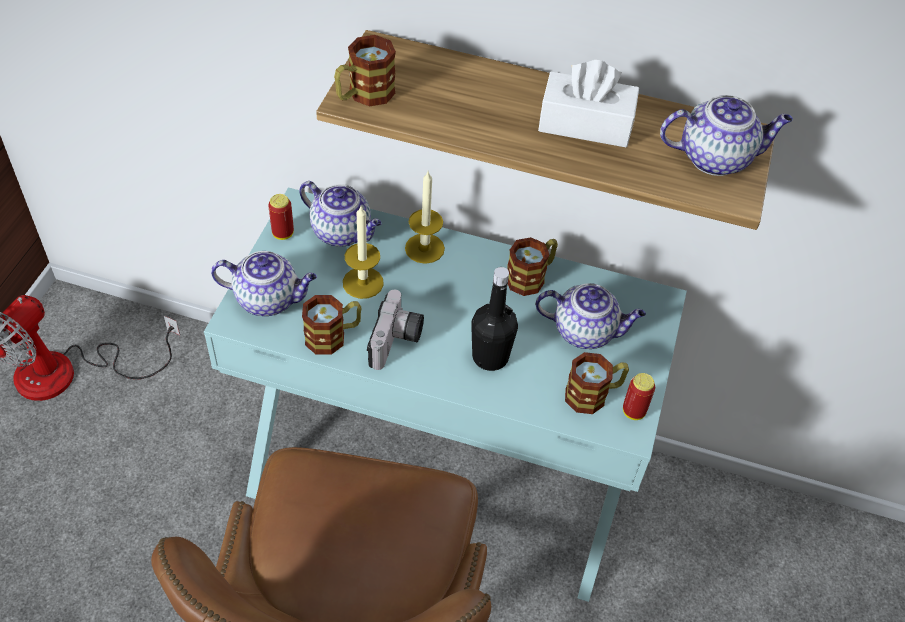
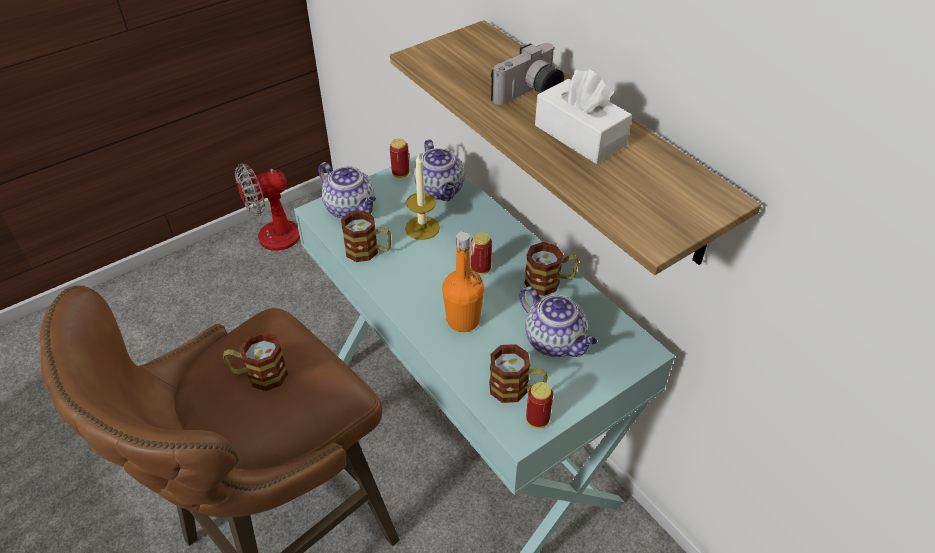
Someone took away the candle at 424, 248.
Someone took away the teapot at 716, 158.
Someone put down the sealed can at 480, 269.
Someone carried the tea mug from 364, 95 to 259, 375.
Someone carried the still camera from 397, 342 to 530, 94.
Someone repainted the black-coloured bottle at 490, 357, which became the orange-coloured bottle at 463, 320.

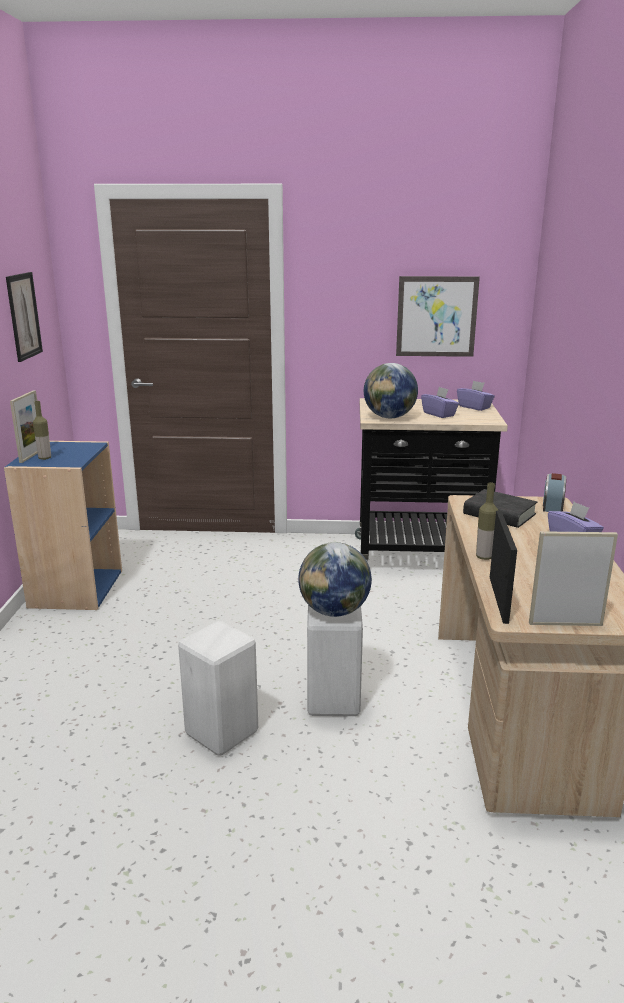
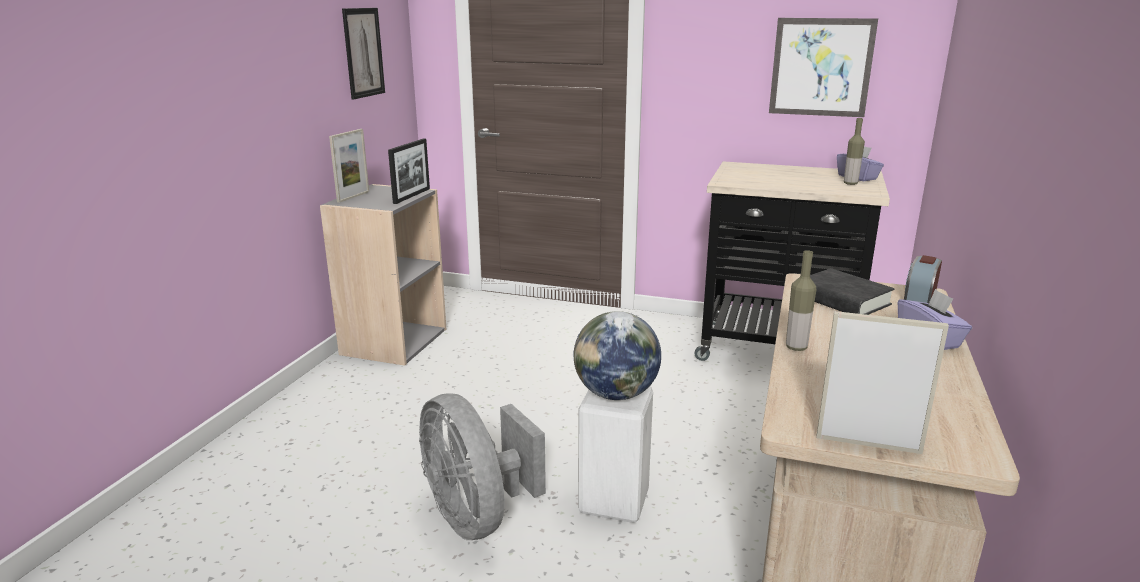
Someone took away the globe at 389, 417.
Someone took away the purplish tissue box at 439, 414.
Someone carried the bottle from 45, 458 to 850, 183.
Someone carried the photo frame from 498, 599 to 412, 196.
Someone swapped the white stool at 224, 733 for the gray fan at 478, 516.
Someone repainted the bluish bookcase at 76, 588, which became the gray bookcase at 394, 341.

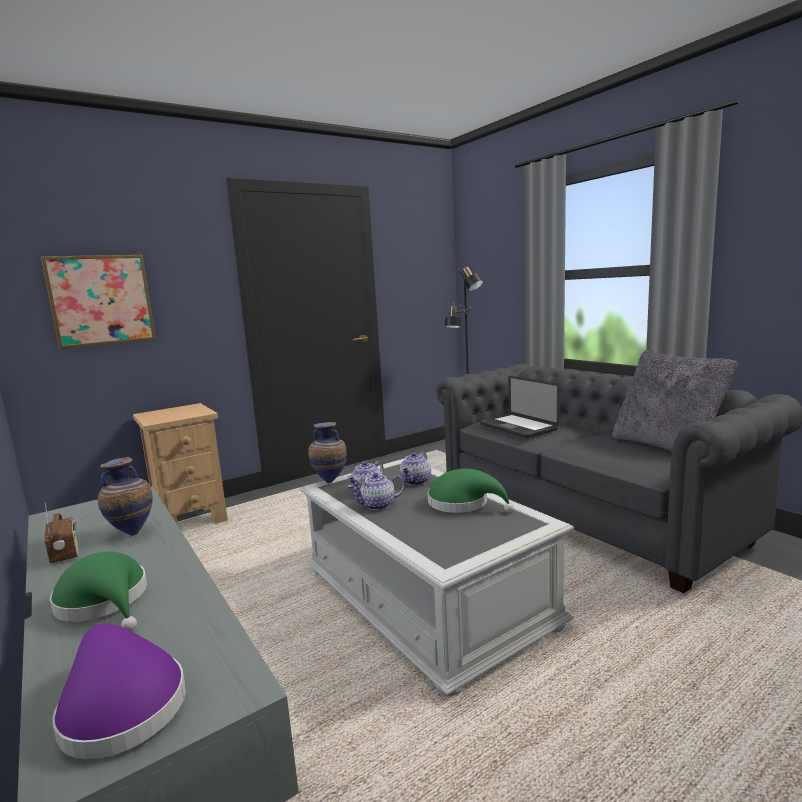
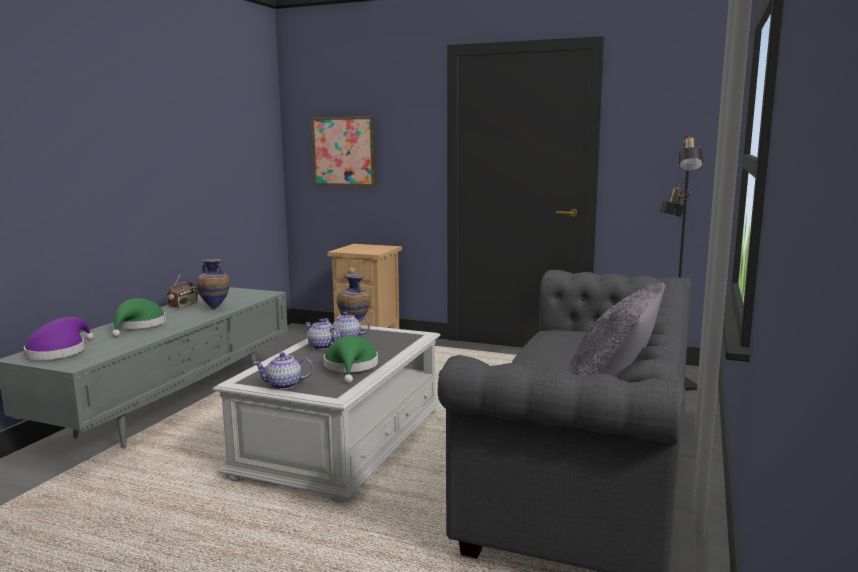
Someone took away the notebook computer at 517, 427.
Someone carried the teapot from 416, 481 to 284, 385.

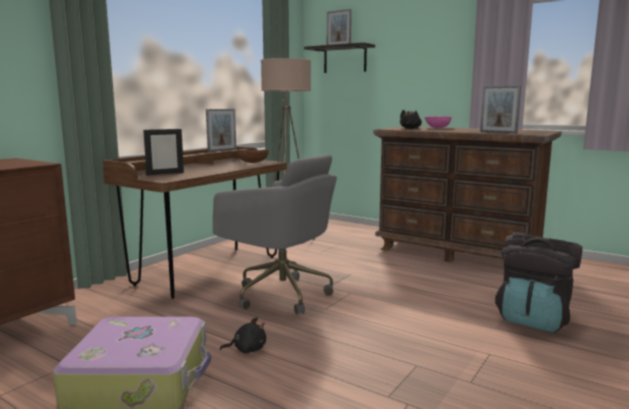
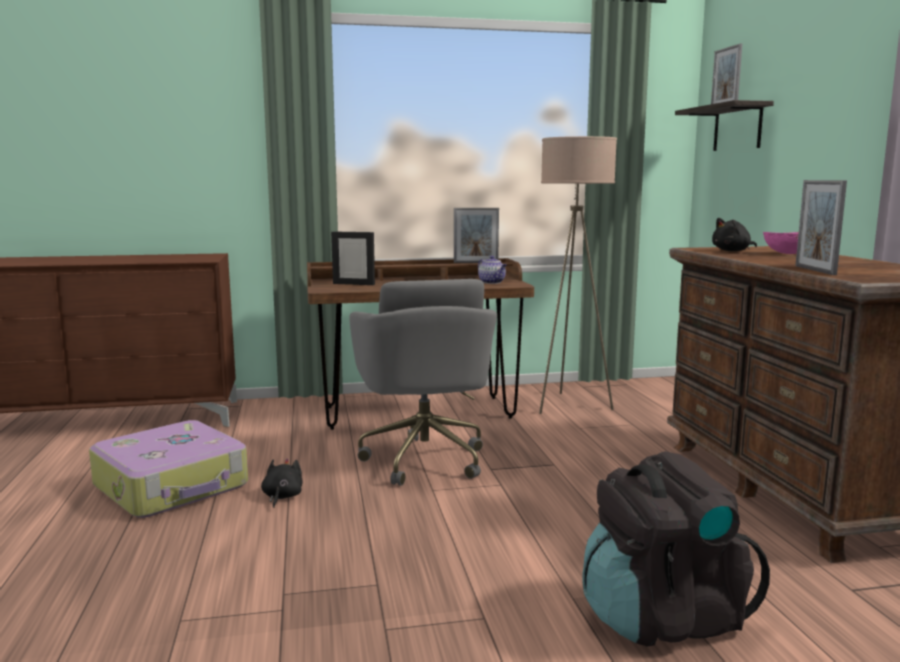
Someone swapped the brown bowl at 252, 162 for the teapot at 492, 282.
Someone rotated the black-coloured soft toy at 247, 349 by 120 degrees counterclockwise.

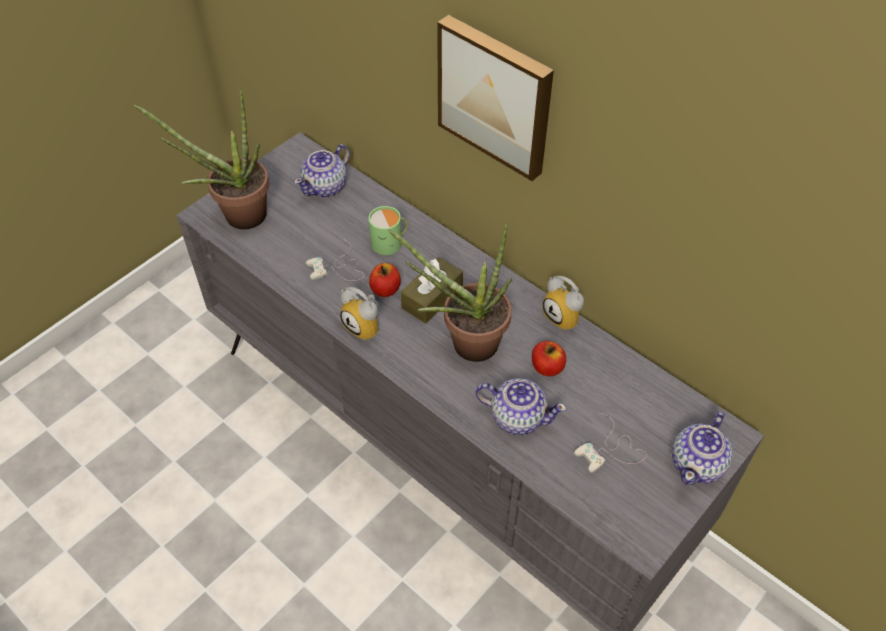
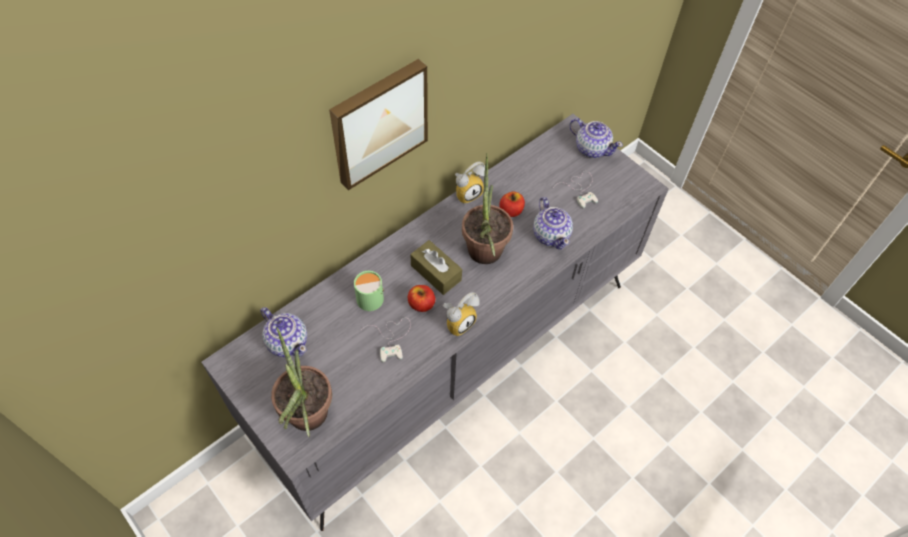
Someone rotated the teapot at 517, 416 by 135 degrees clockwise.

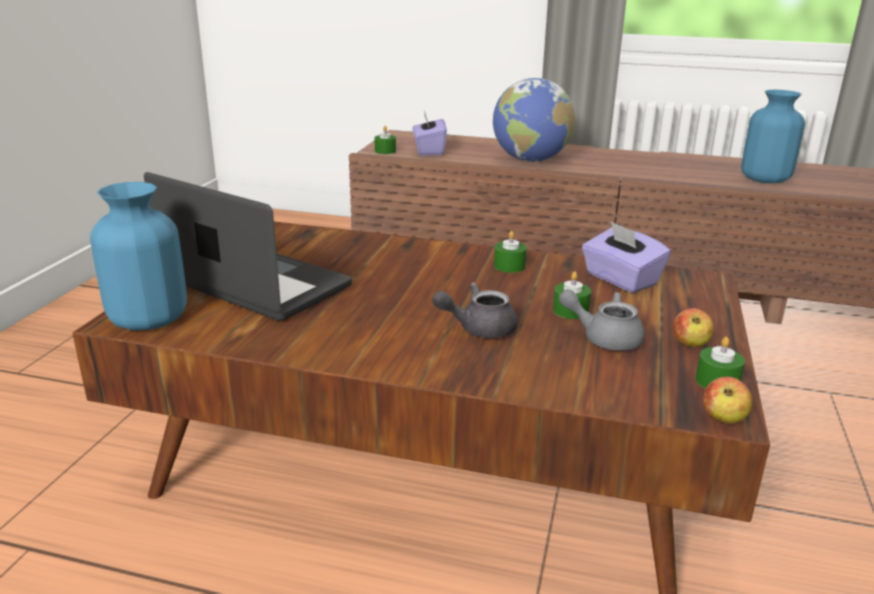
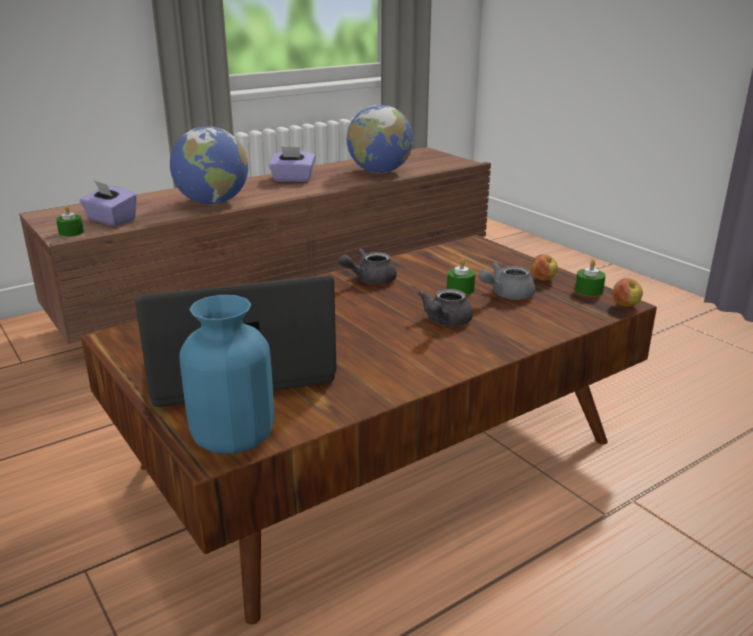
Someone carried the purplish tissue box from 620, 280 to 292, 179.
Someone swapped the green candle at 509, 266 for the gray teapot at 369, 280.
Someone swapped the bluish decorative vase at 765, 179 for the globe at 379, 172.

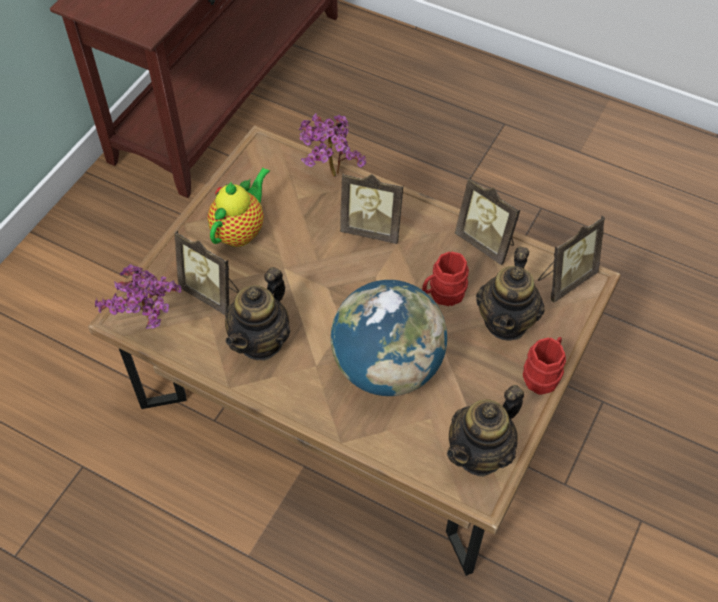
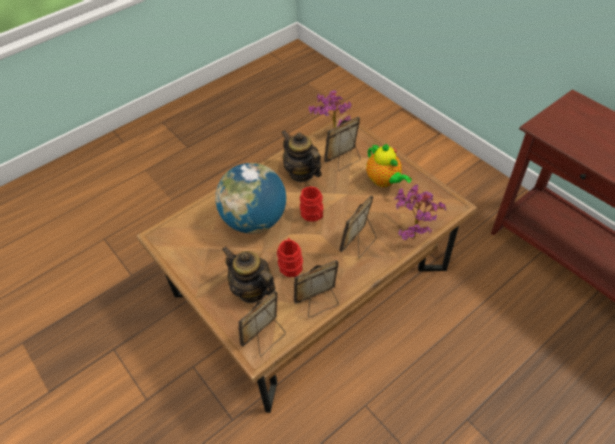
Someone took away the teapot at 480, 453.
Someone carried the red tea mug from 543, 373 to 313, 215.
Someone rotated the photo frame at 564, 279 by 60 degrees clockwise.

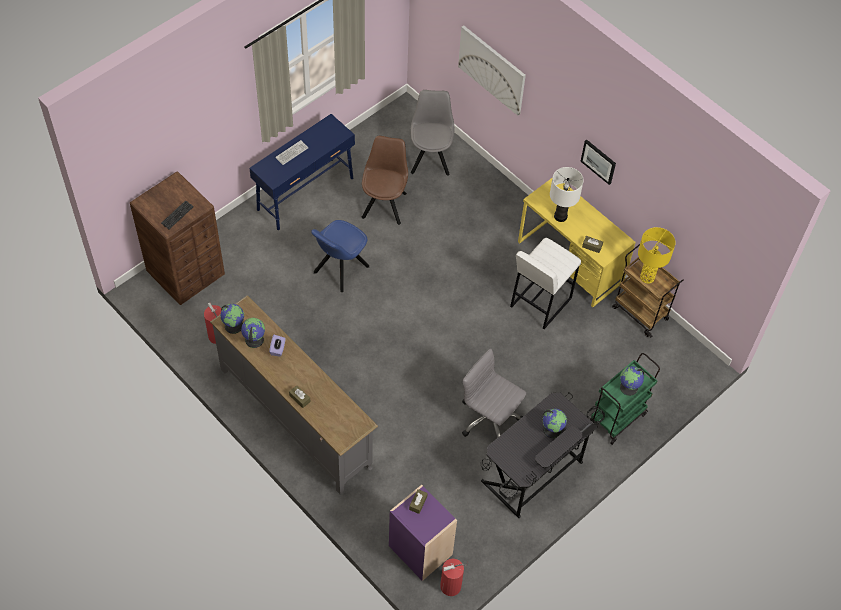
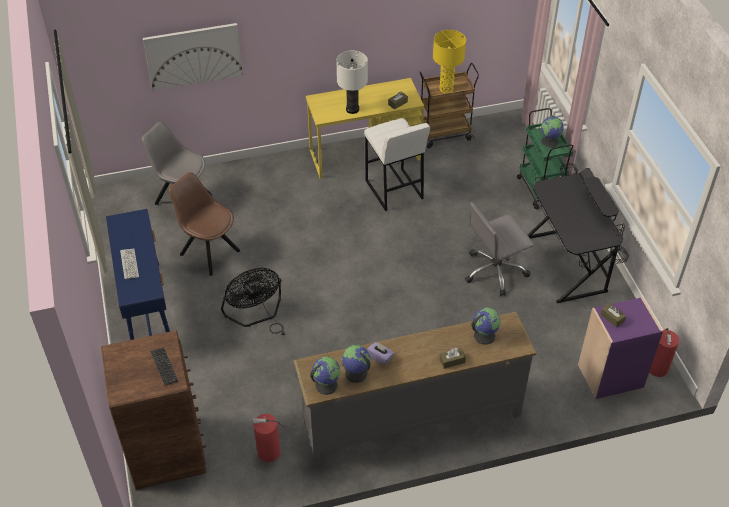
Someone took away the wall picture at 598, 161.
Someone carried the globe from 552, 429 to 484, 335.
Someone swapped the bluish chair at 340, 269 for the black-coloured fan at 259, 315.

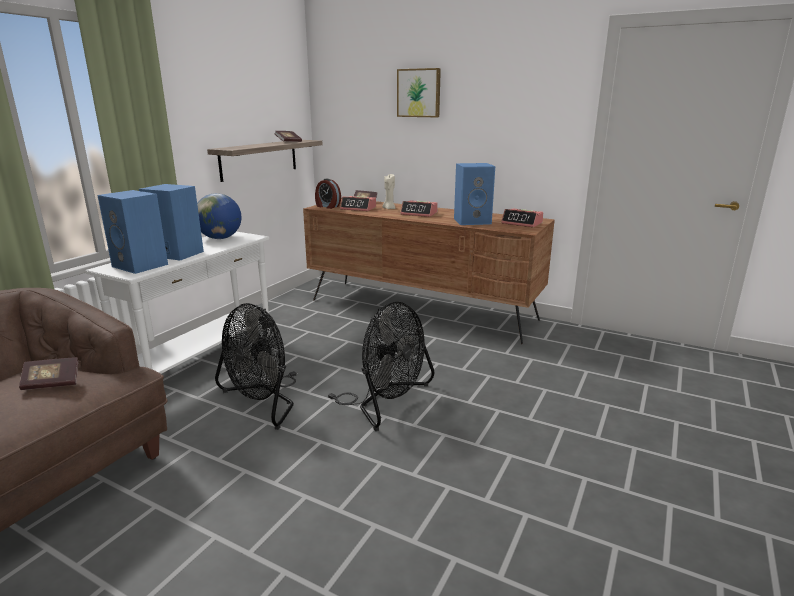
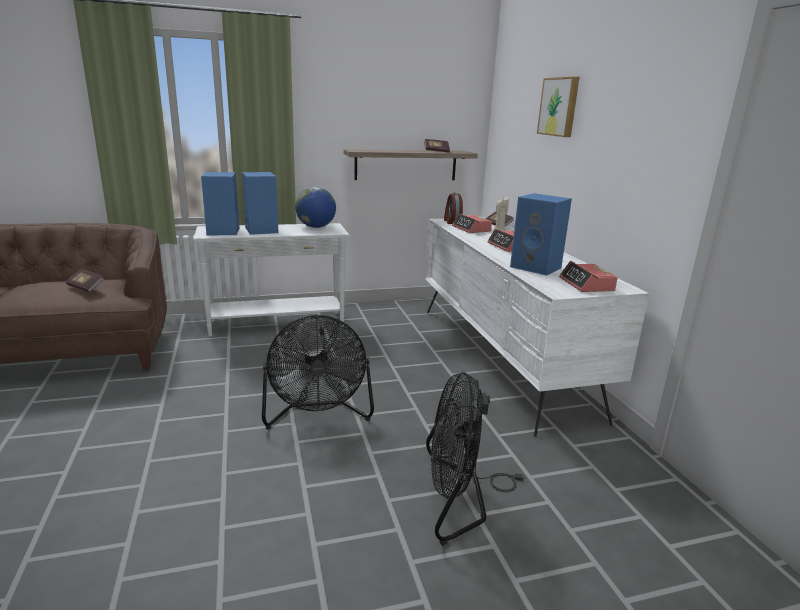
Someone carried the black-coloured fan from 264, 400 to 461, 495.
Someone repainted the brown tv stand at 422, 309, which became the white tv stand at 502, 358.

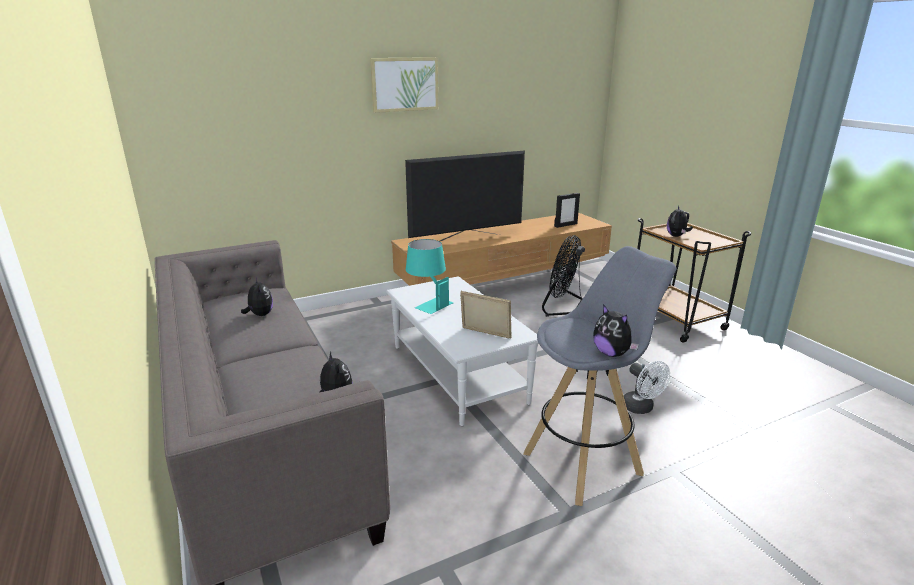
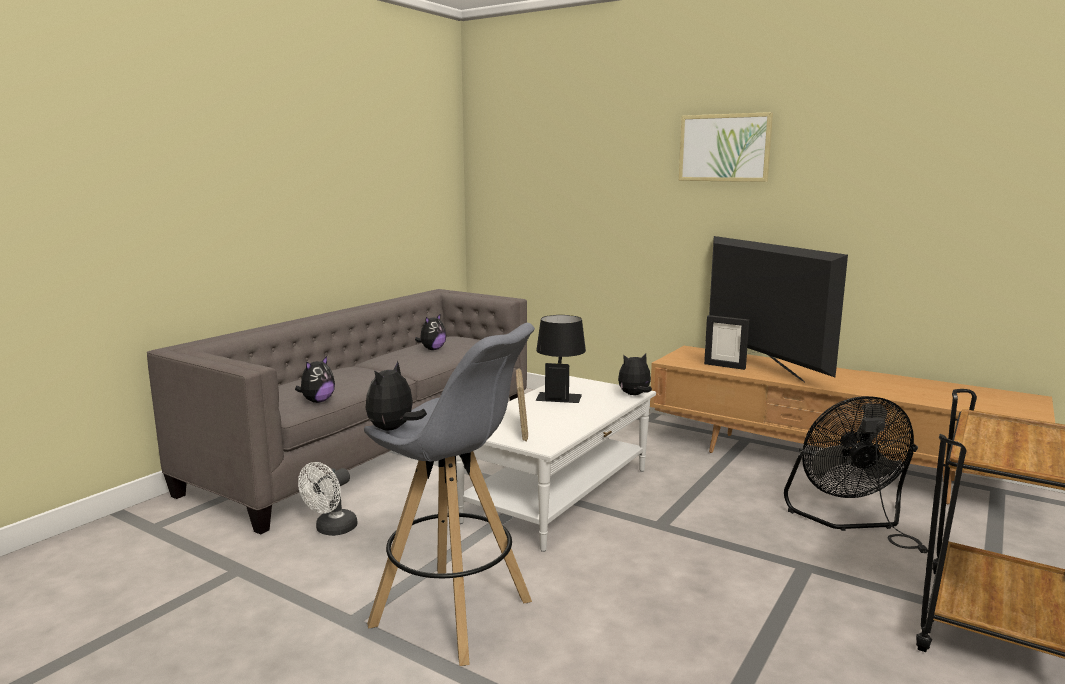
Someone carried the photo frame from 565, 225 to 725, 366.
Someone carried the white fan from 641, 408 to 331, 530.
Someone carried the soft toy from 676, 236 to 634, 395.
Someone repainted the blue-green table lamp at 428, 303, which became the black-coloured table lamp at 559, 394.
Someone rotated the television at 466, 239 by 150 degrees counterclockwise.

